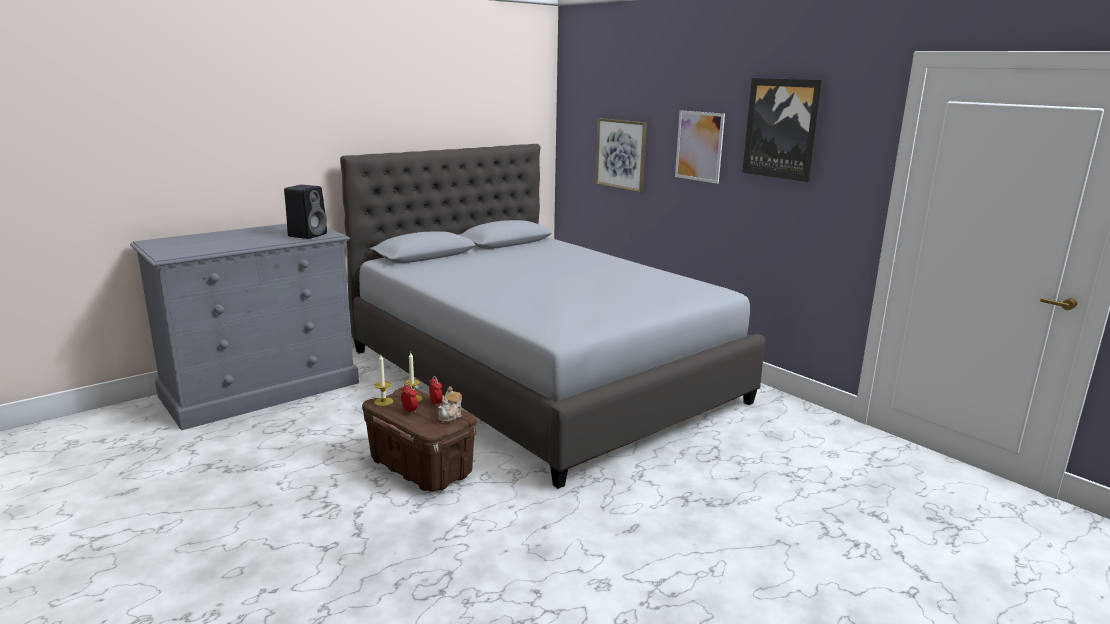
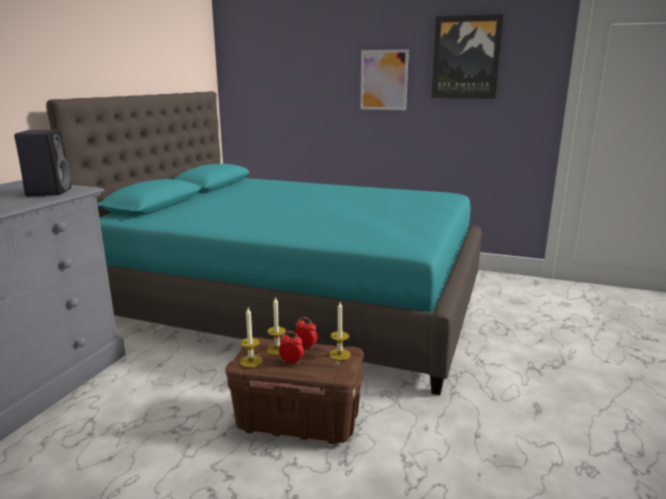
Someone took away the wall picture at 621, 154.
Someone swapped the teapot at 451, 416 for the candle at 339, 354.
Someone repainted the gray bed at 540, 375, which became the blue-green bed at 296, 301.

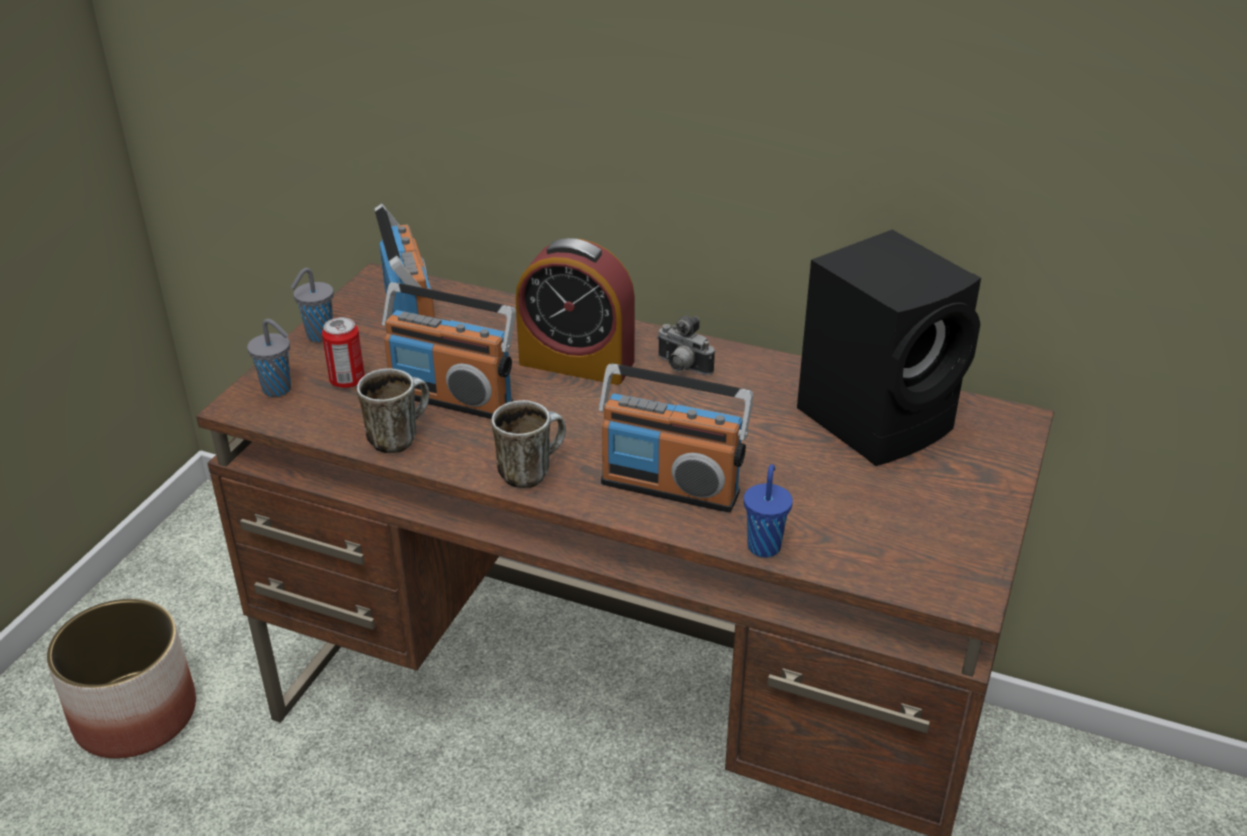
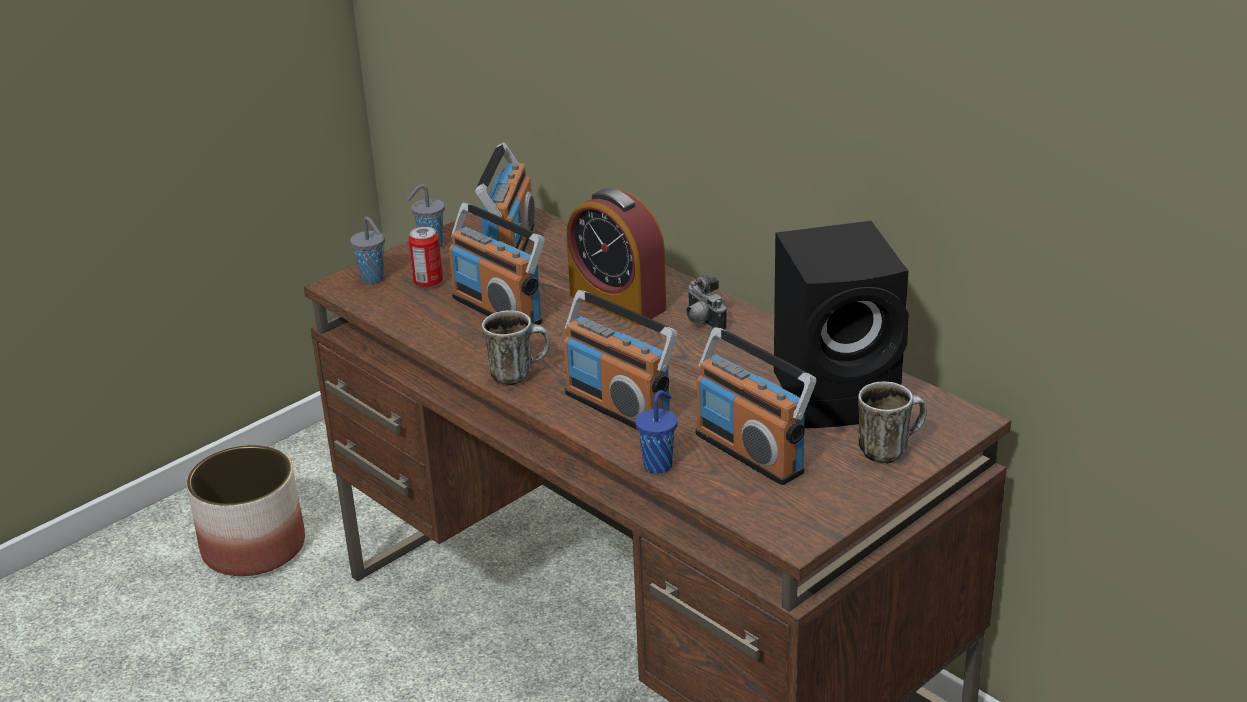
Someone put down the radio at 750, 452.
Someone carried the tea mug from 398, 437 to 889, 449.

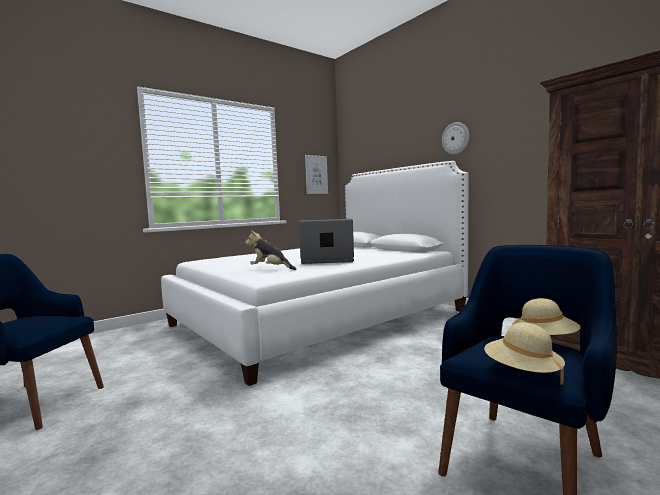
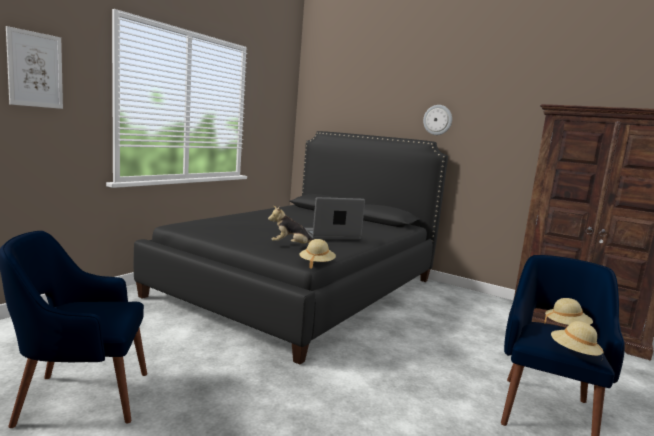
Someone put down the beige-coloured clothing hat at 316, 264.
Someone carried the wall picture from 316, 174 to 35, 69.
Someone repainted the white bed at 320, 317, which became the black-coloured bed at 301, 287.

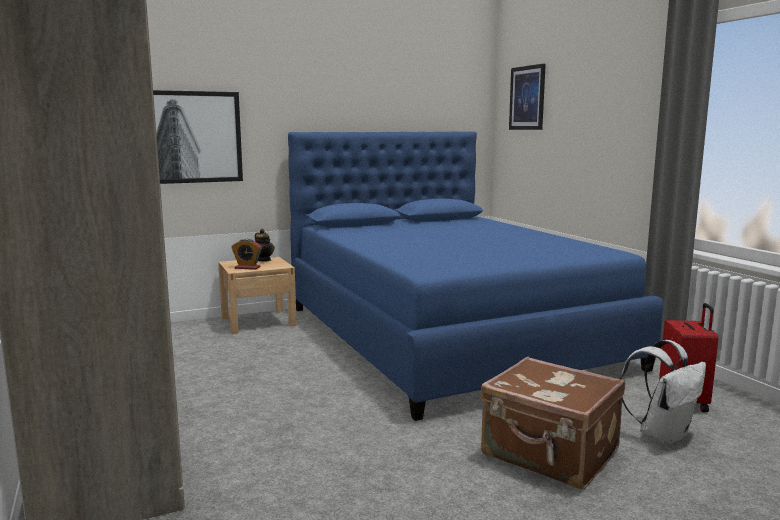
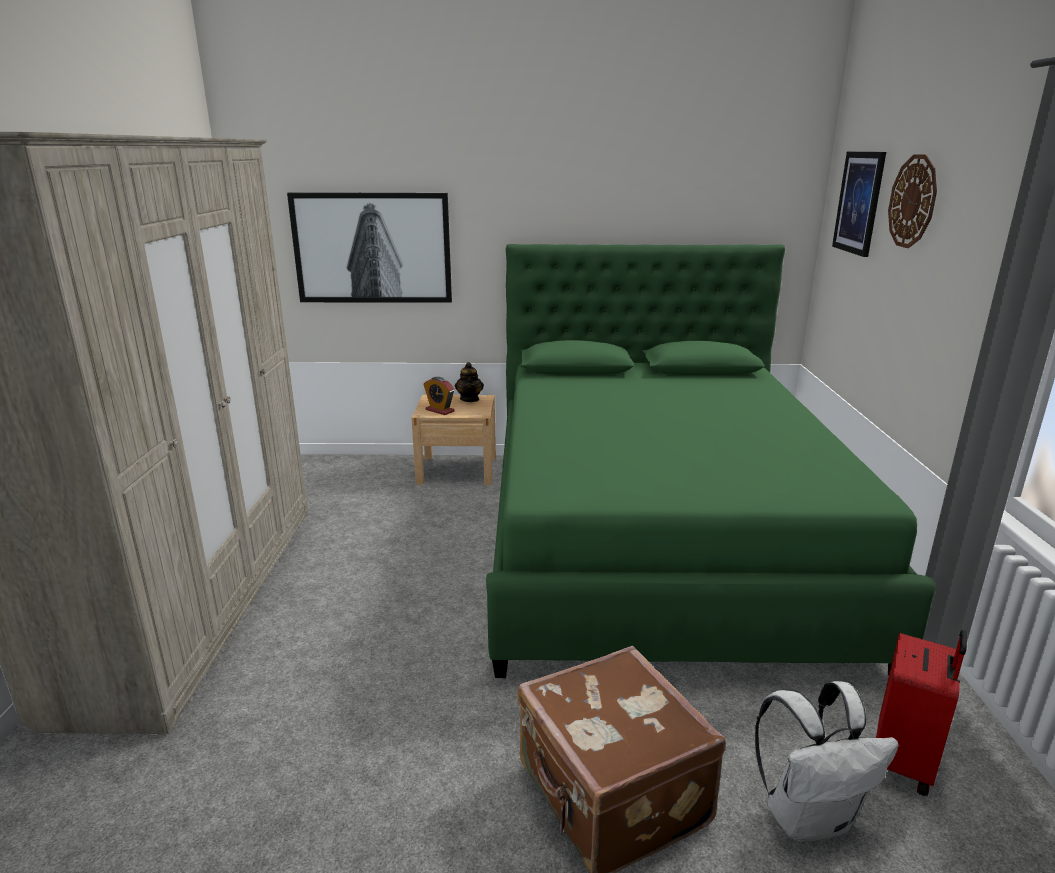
Someone put up the hanging clock at 913, 201.
Someone repainted the bluish bed at 448, 335, which became the green bed at 656, 540.

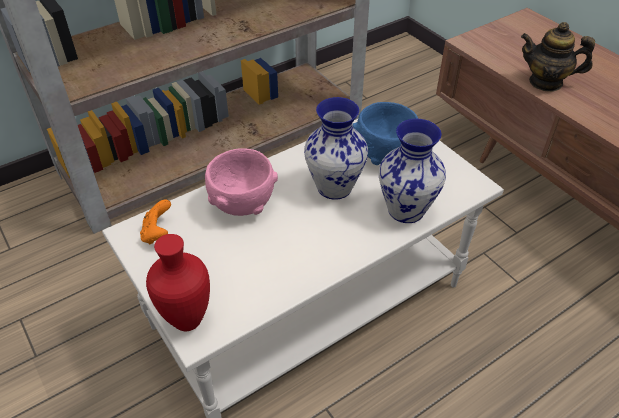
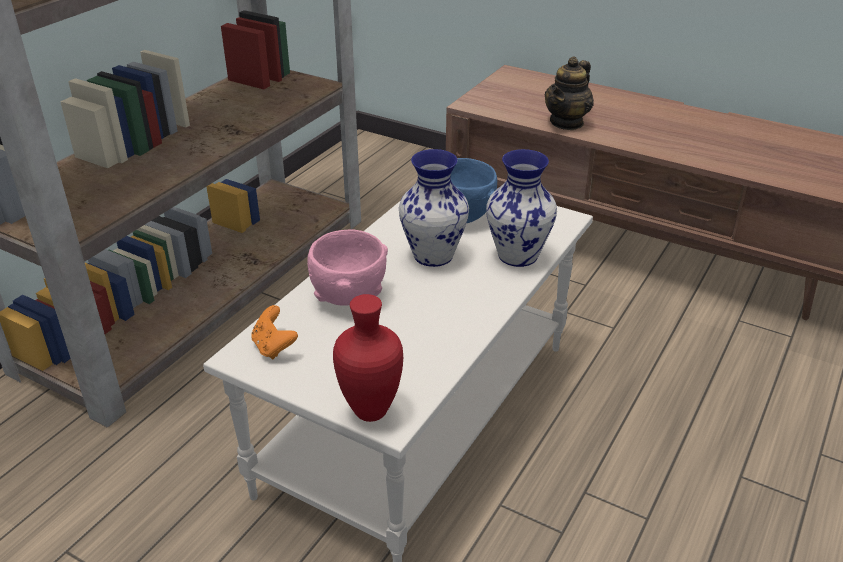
Someone rotated the teapot at 546, 82 by 45 degrees counterclockwise.

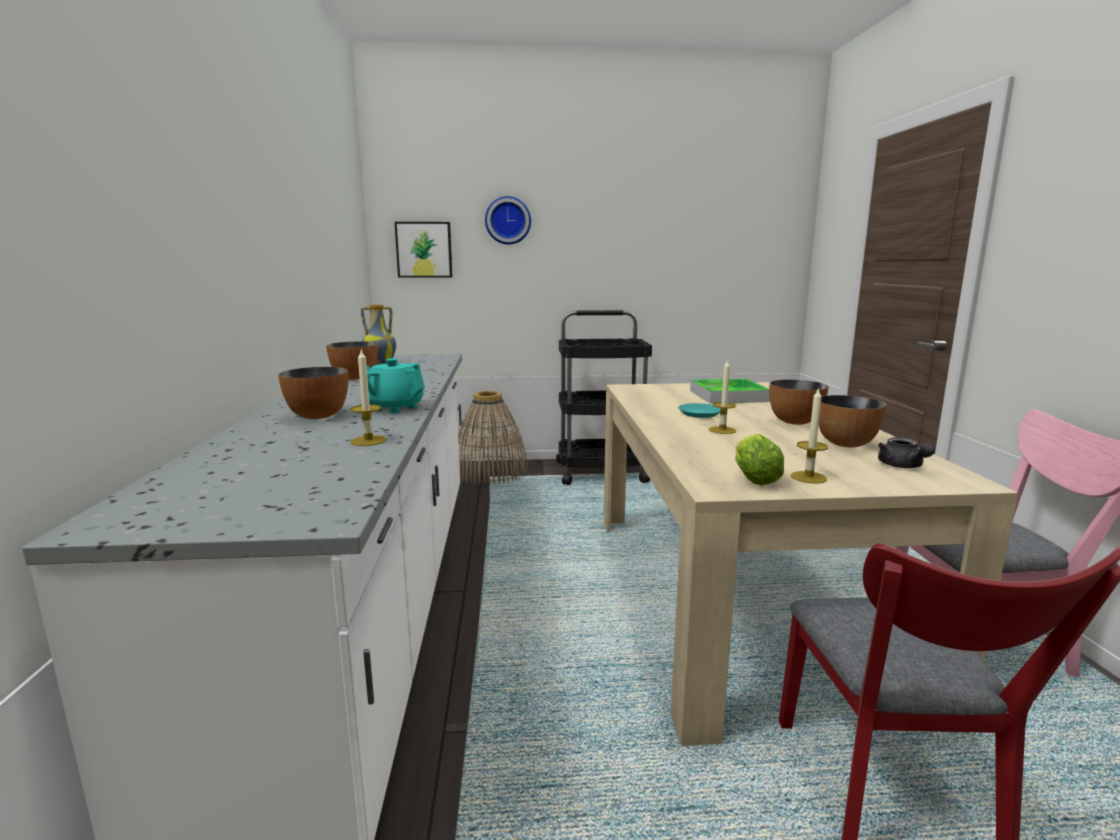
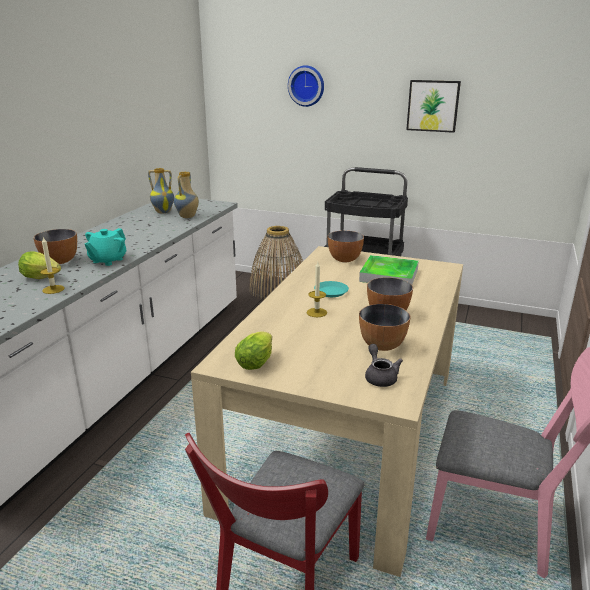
Someone took away the candle at 808, 477.
Someone put down the lettuce head at 43, 278.
Someone put down the decorative vase at 188, 217.
Someone carried the bowl from 355, 378 to 344, 260.
Someone carried the wall picture from 424, 250 to 433, 105.
Someone rotated the blue-green teapot at 394, 408 by 120 degrees counterclockwise.
Someone rotated the gray teapot at 902, 466 by 150 degrees clockwise.

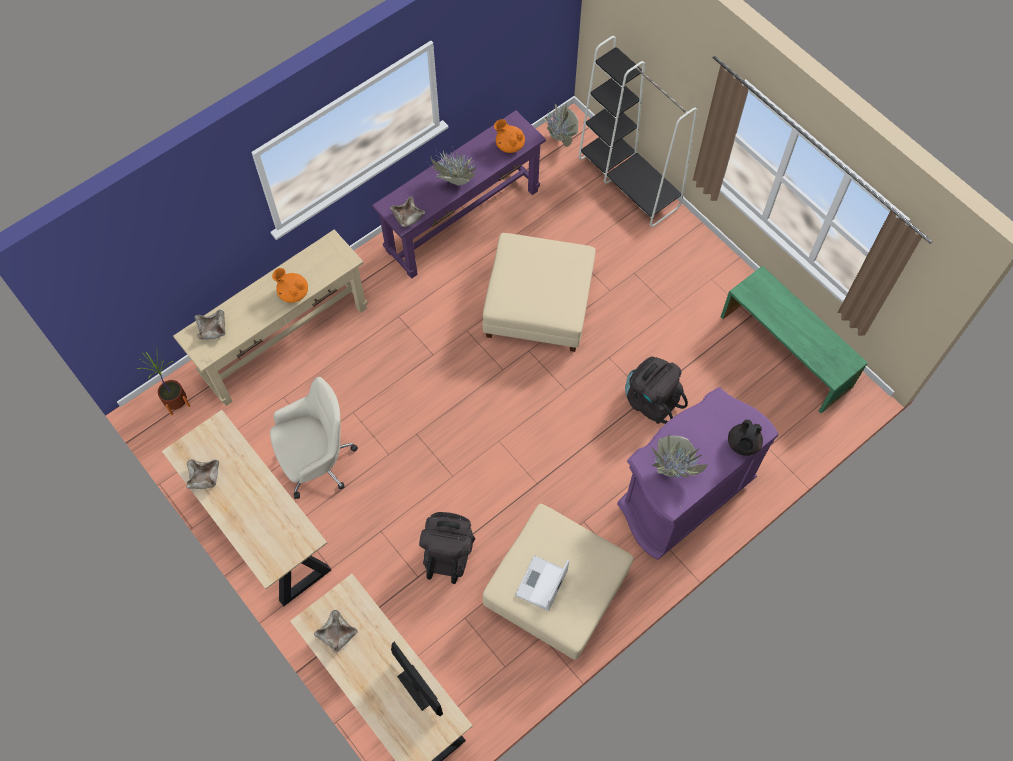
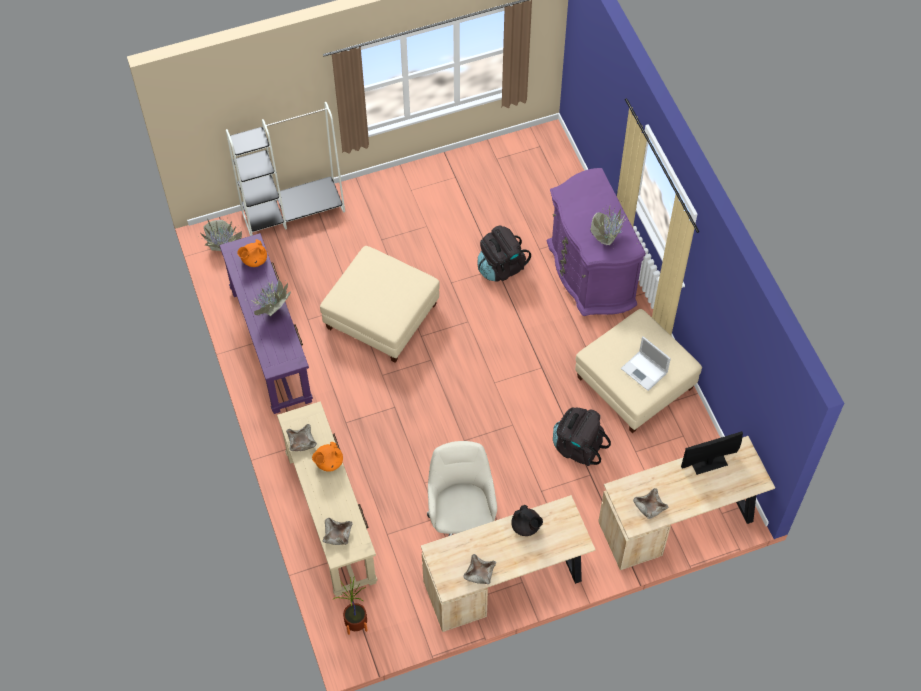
Someone took away the green indoor bench at 787, 351.
Someone carried the beige-coloured bowl from 407, 216 to 302, 442.
Someone carried the black-coloured teapot from 743, 444 to 526, 526.

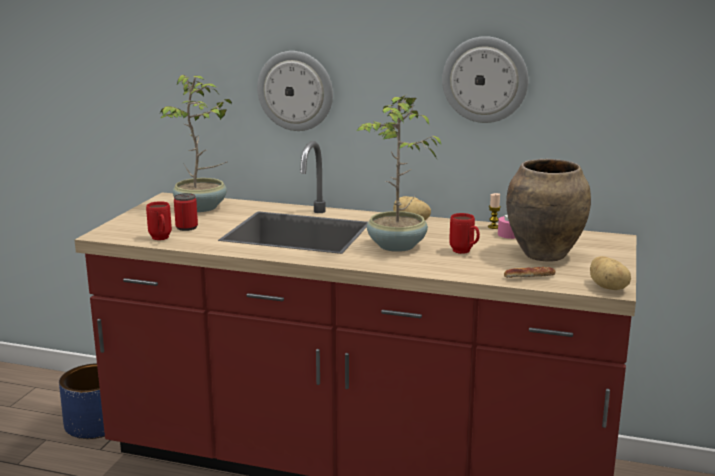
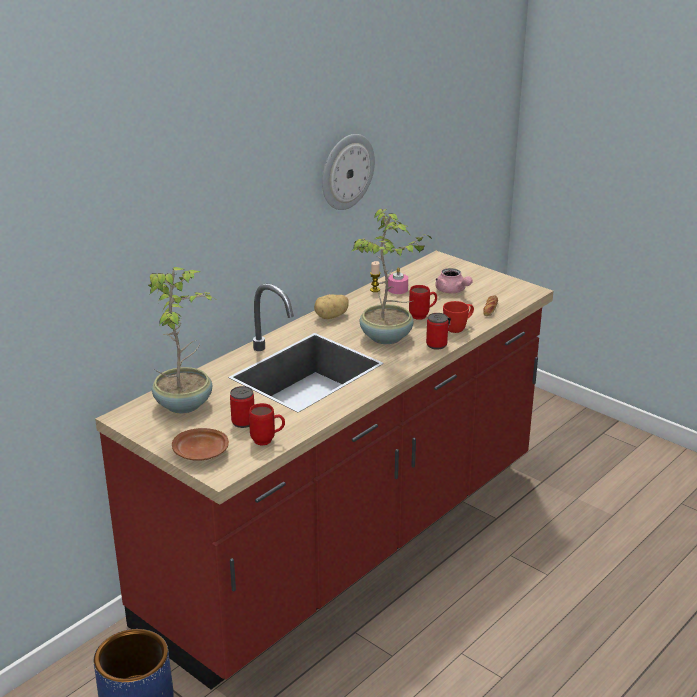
Someone took away the hanging clock at 295, 91.
Someone took away the potato at 608, 287.
Someone put down the brown dinner plate at 201, 453.
Someone put down the sealed can at 436, 345.
Someone put down the red tea mug at 458, 328.
Someone swapped the brown decorative vase at 545, 255 for the pink teapot at 452, 291.

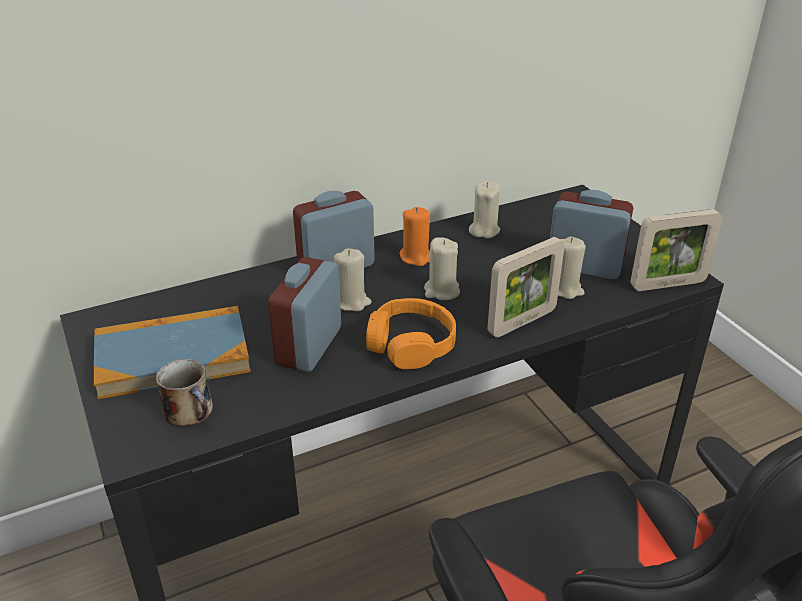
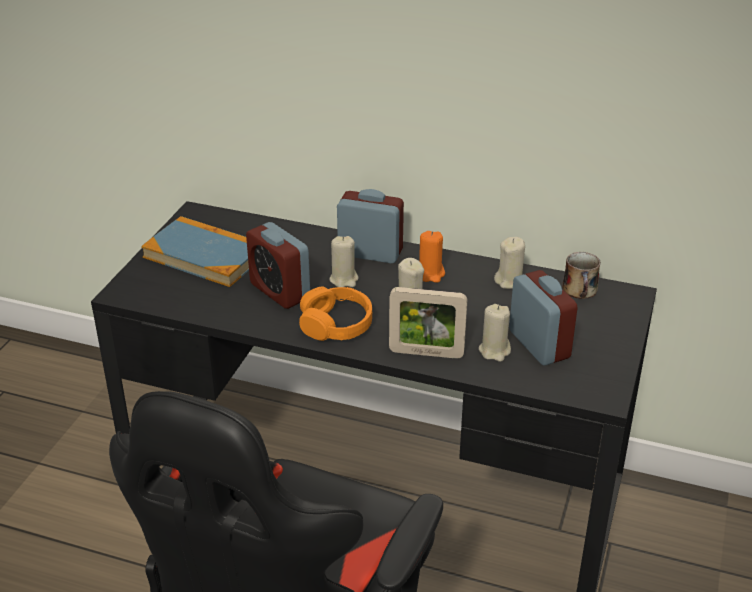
Someone took away the photo frame at 667, 284.
Someone carried the tea mug from 190, 411 to 580, 290.
Someone rotated the bedside clock at 309, 346 by 105 degrees counterclockwise.

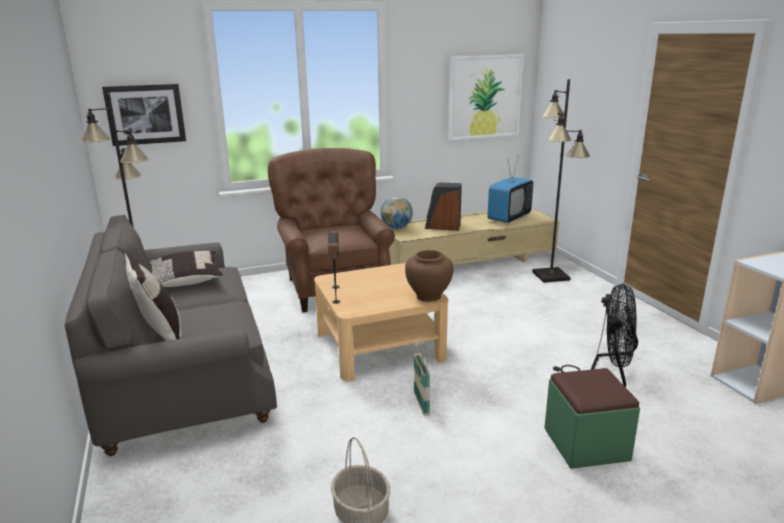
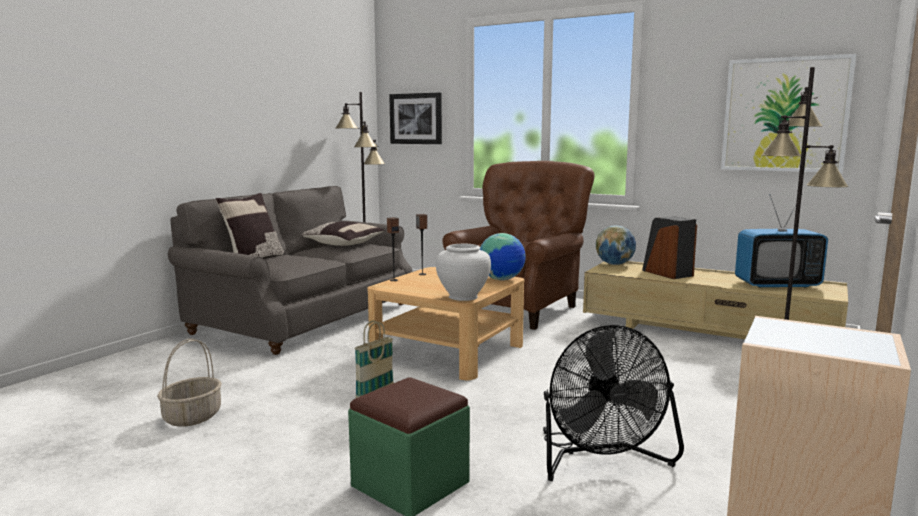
Someone put down the globe at 502, 279.
Someone repainted the brown decorative vase at 428, 296, which became the white decorative vase at 463, 297.

